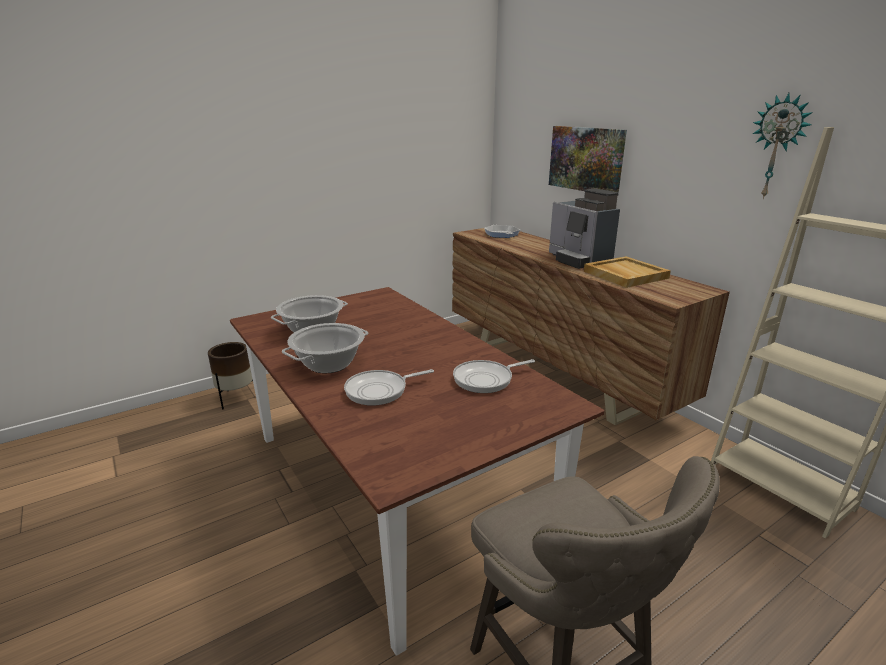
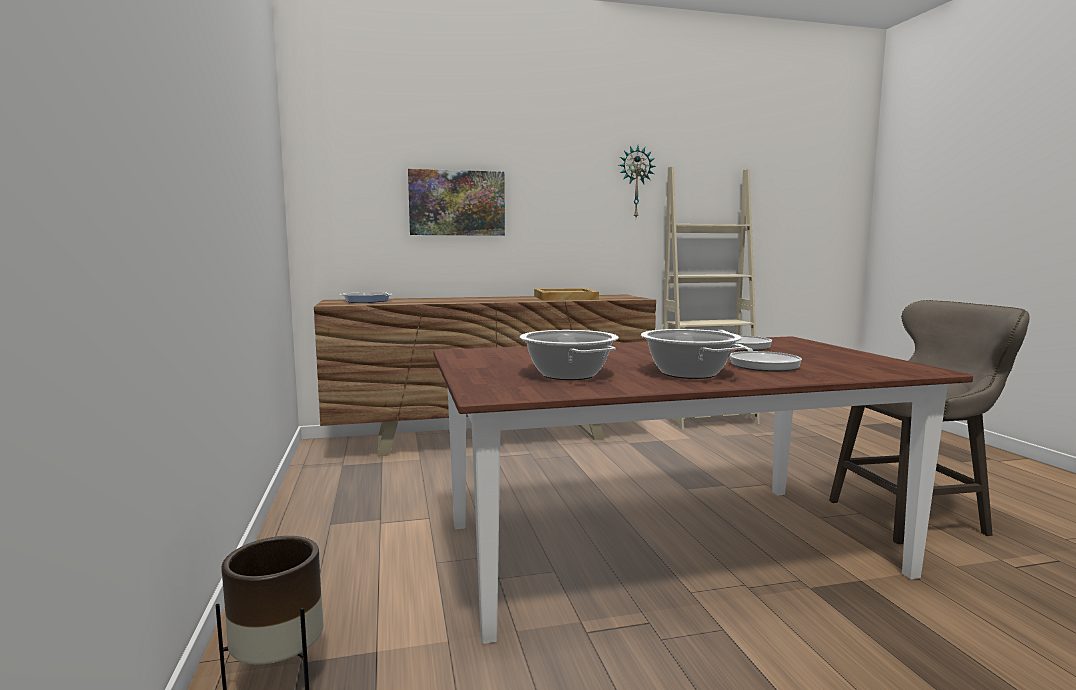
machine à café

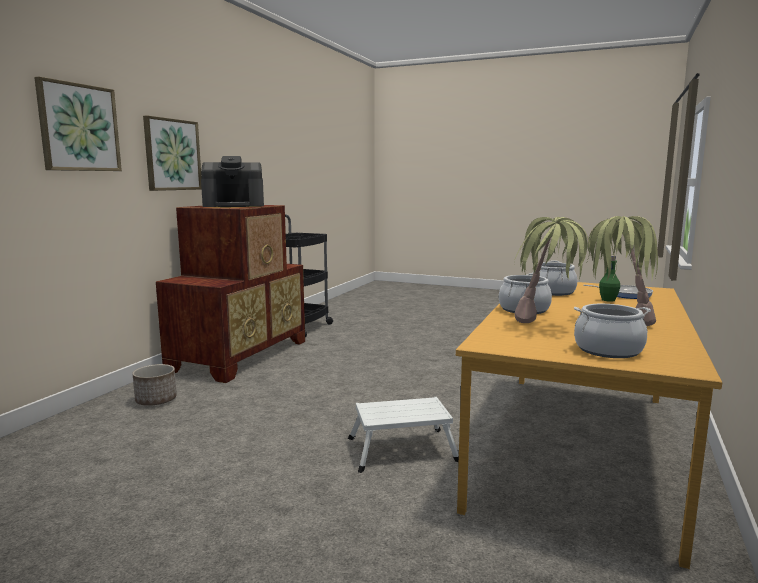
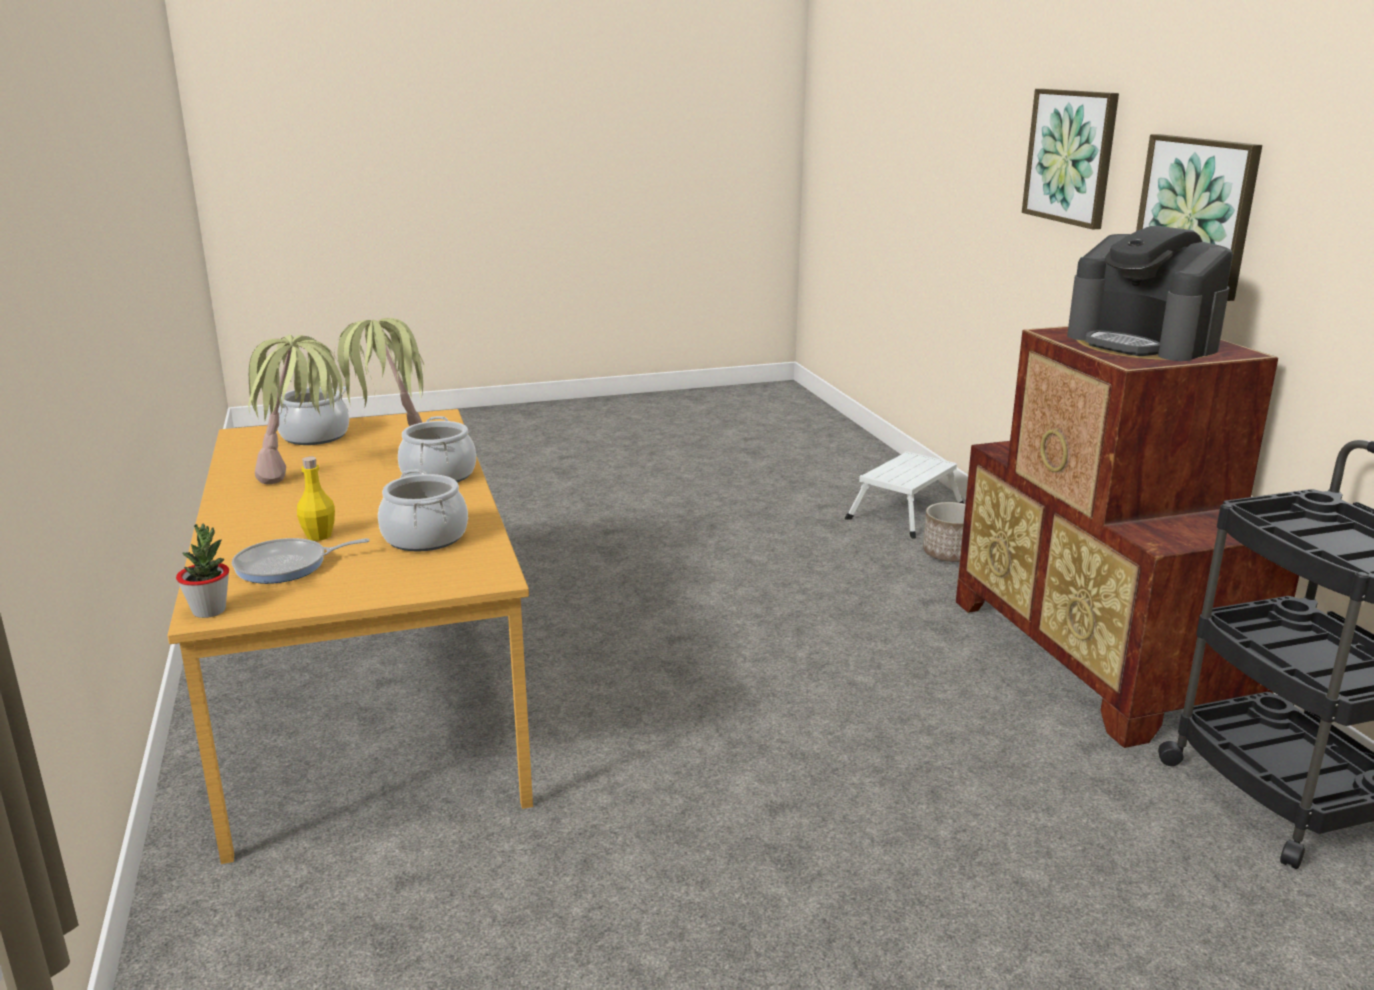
machine à café
bouteille/jaune
escabeau/blanc
plante en pot (1st from left)

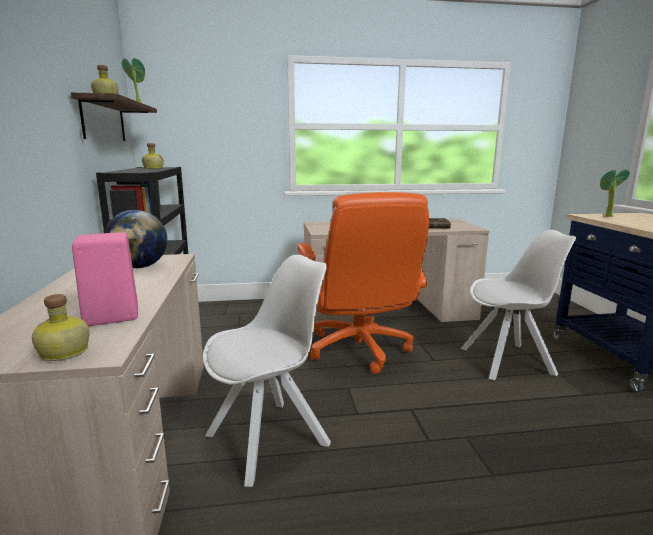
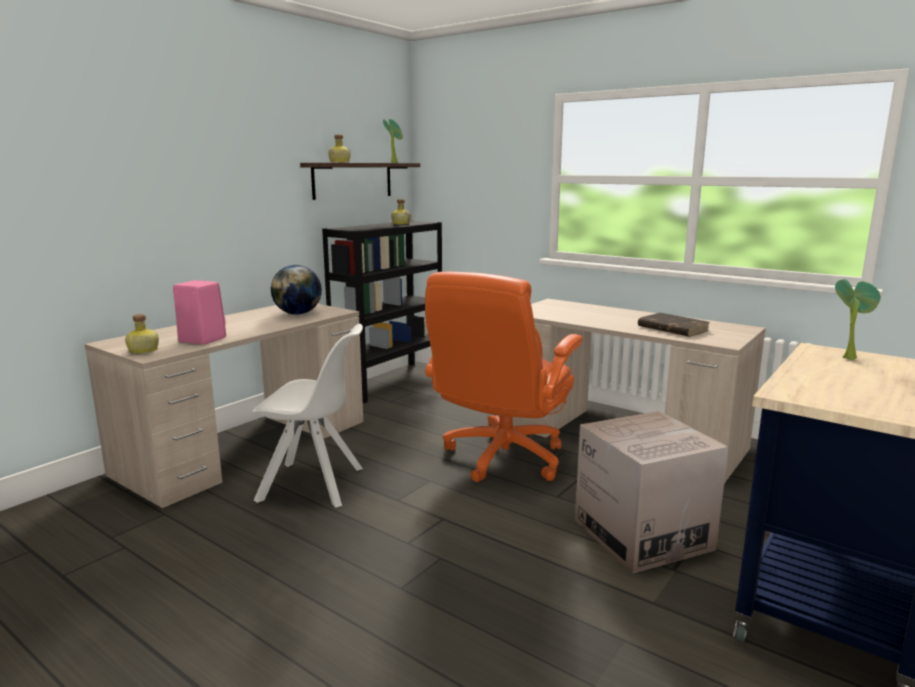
carton

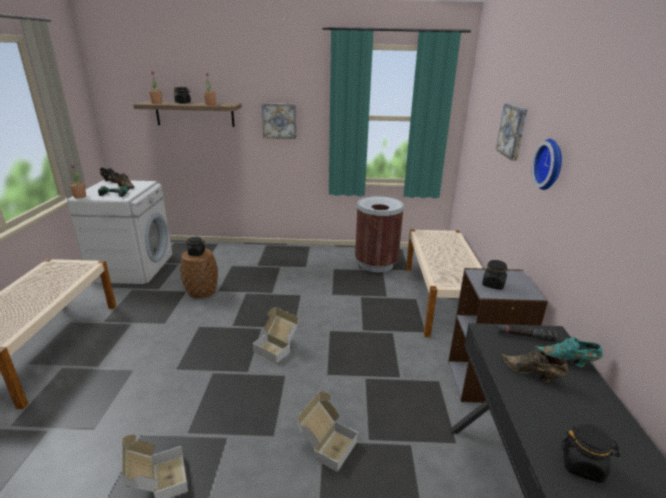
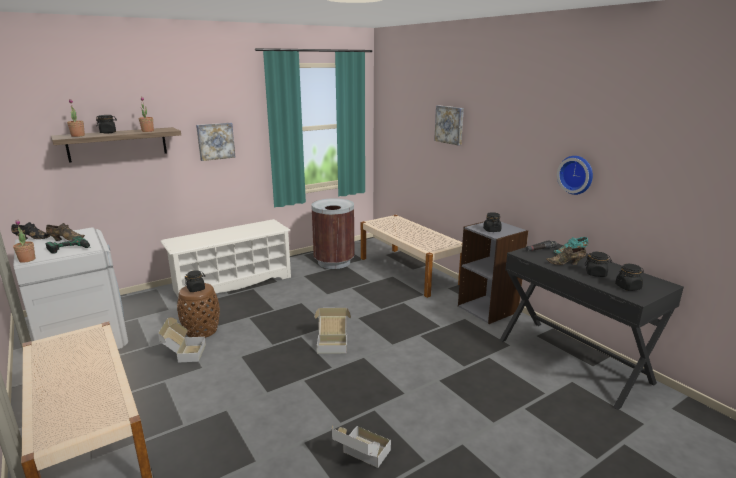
horloge murale
carton (1st from left)
étagère à chaussures/blanc
bocal/noir (4th from left)

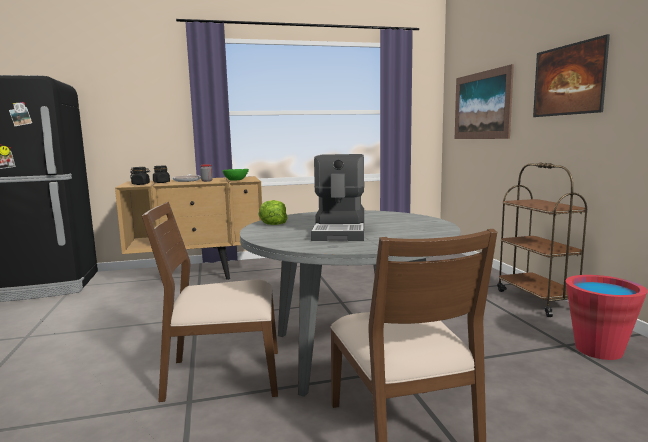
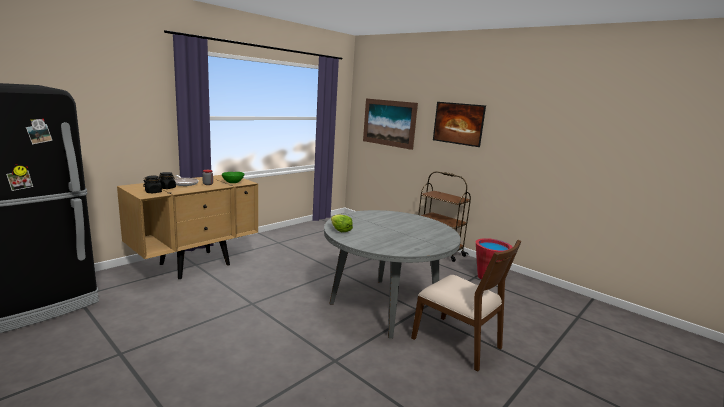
machine à café
chaise/marron (1st from left in the first image)

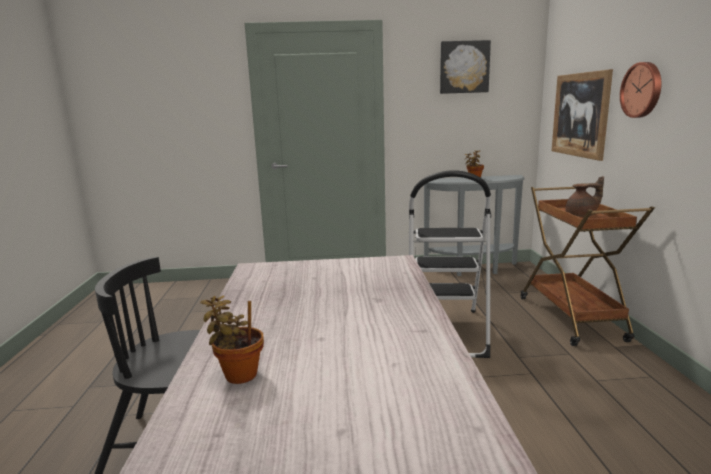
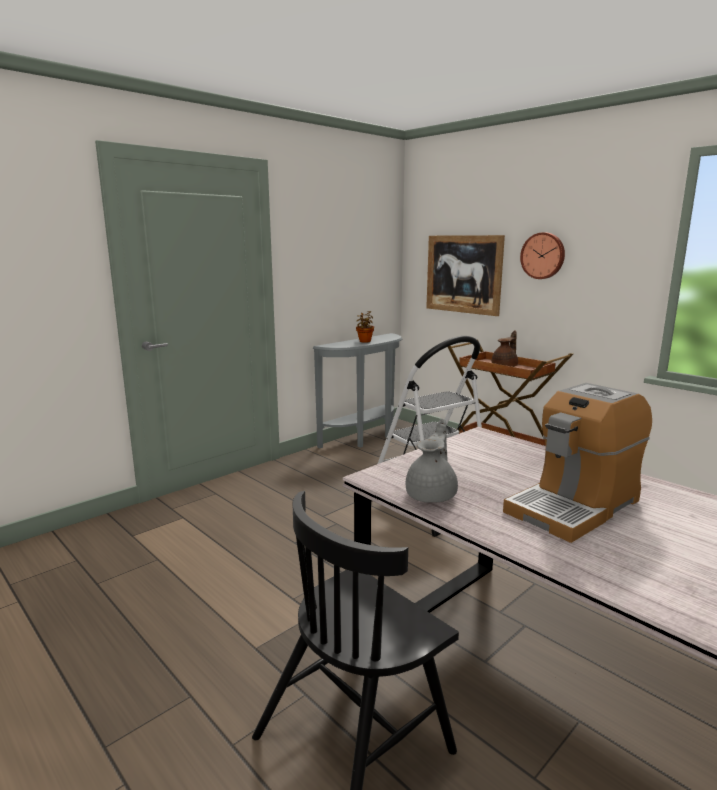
tableau (1st from left in the first image)
plante en pot (1st from left in the first image)
machine à café
théière/gris

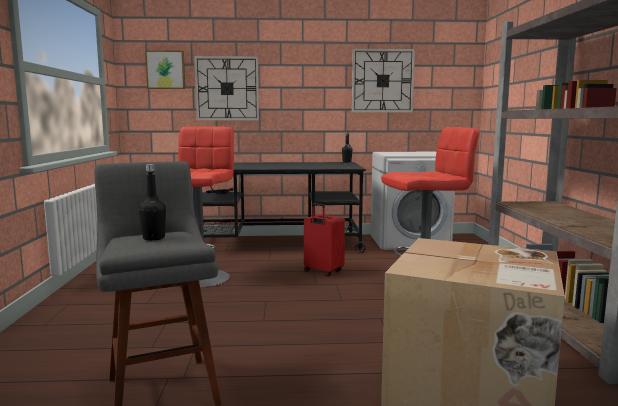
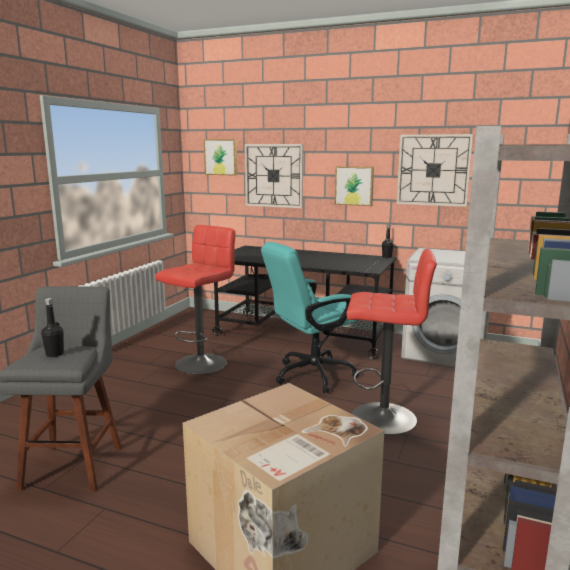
chaise de bureau/turquoise
tableau (2nd from left)

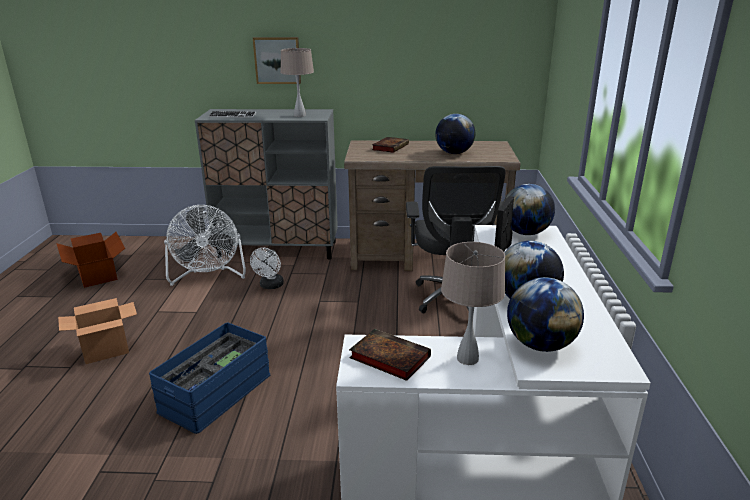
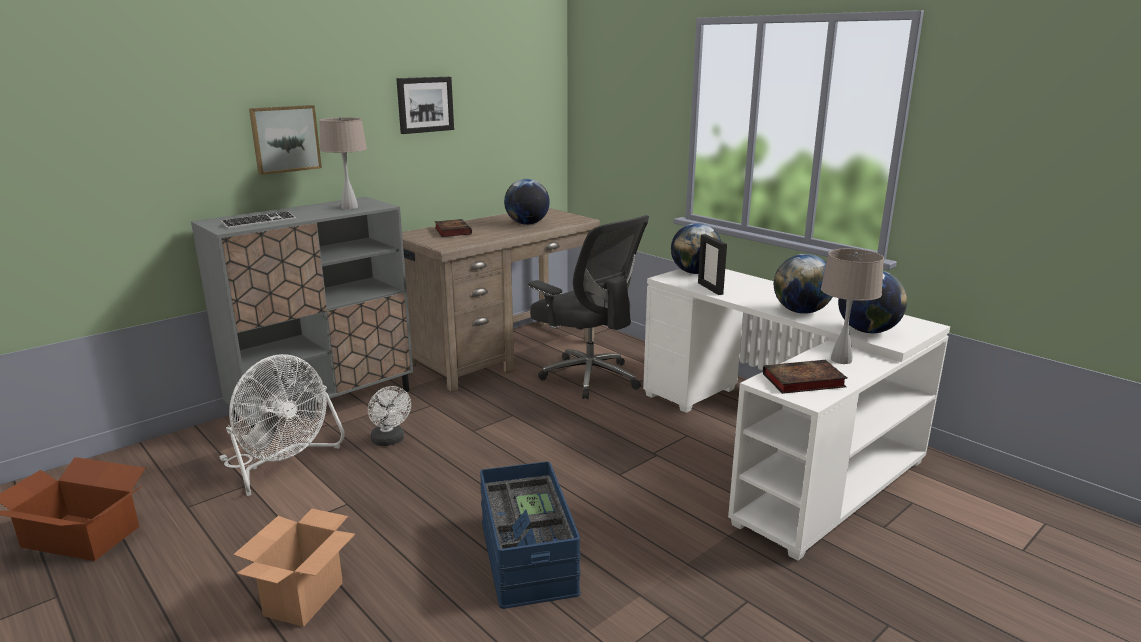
tableau (2nd from left)

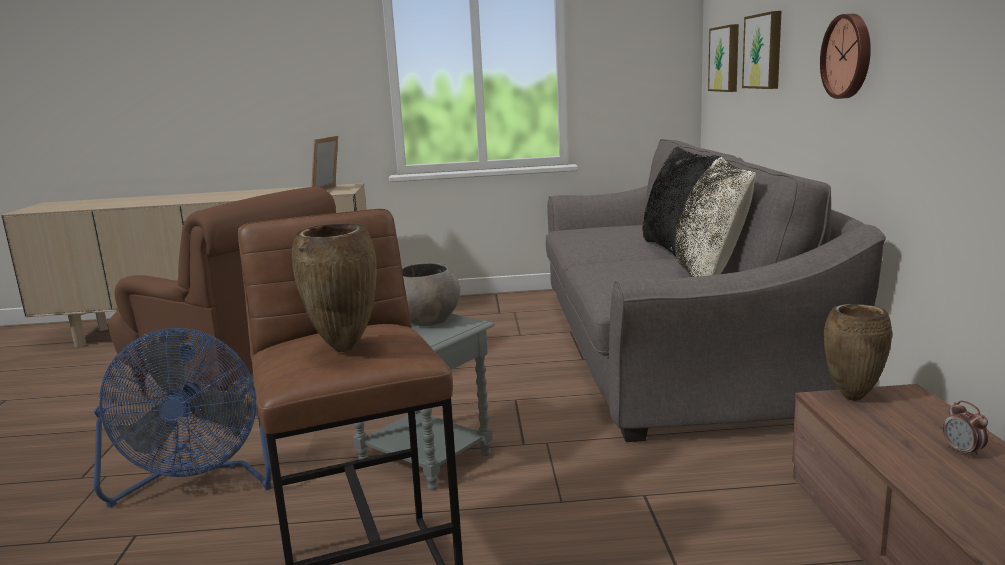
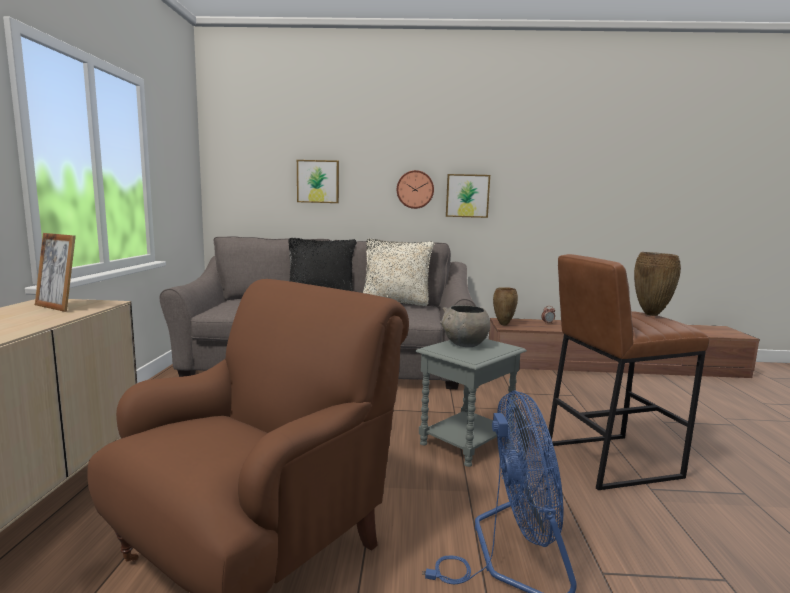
tableau (2nd from left)

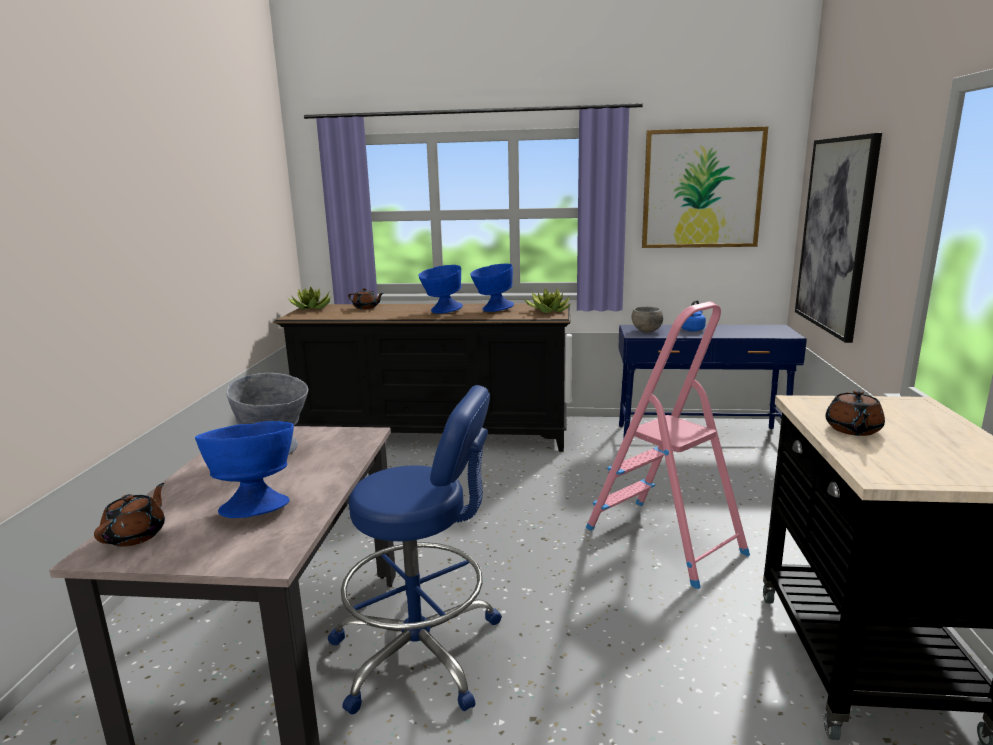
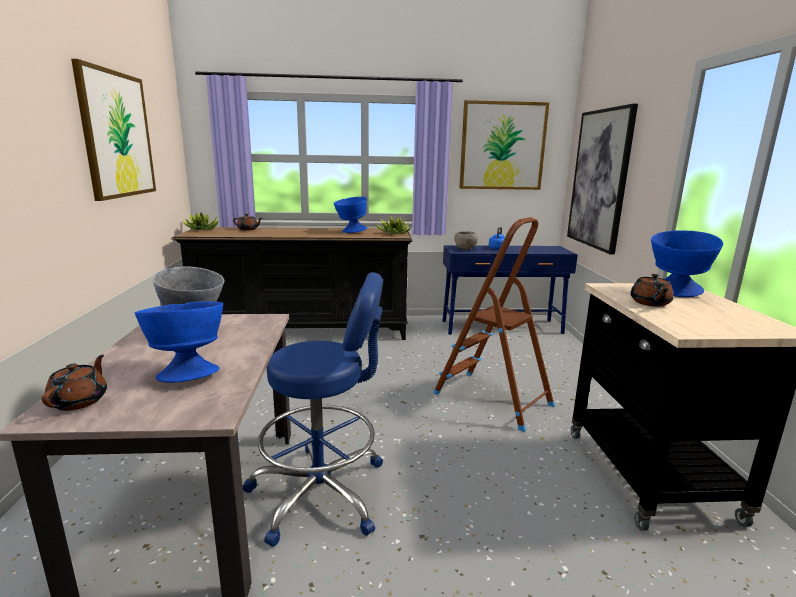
bol/bleu (3rd from left)
escabeau/marron
tableau (1st from left)

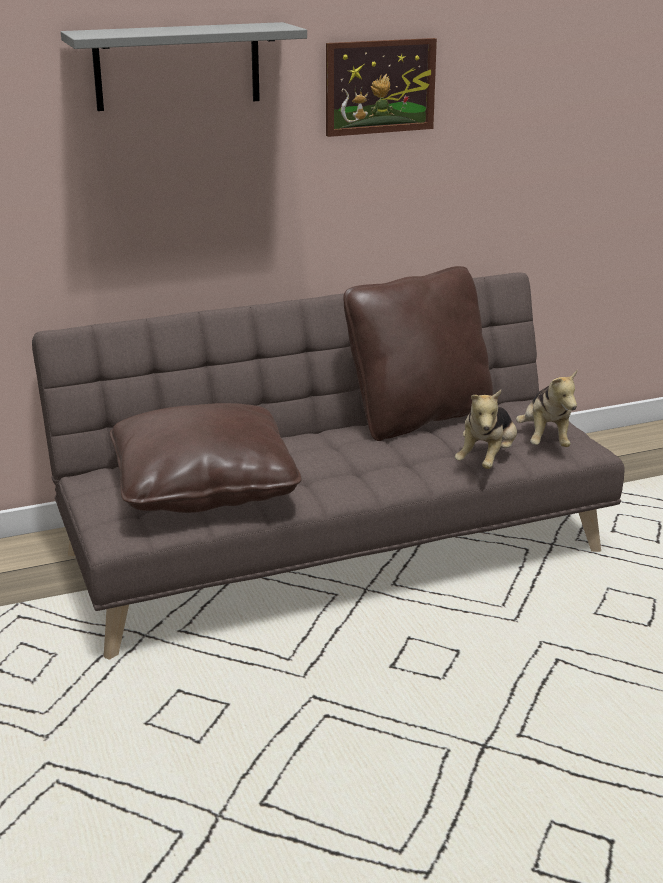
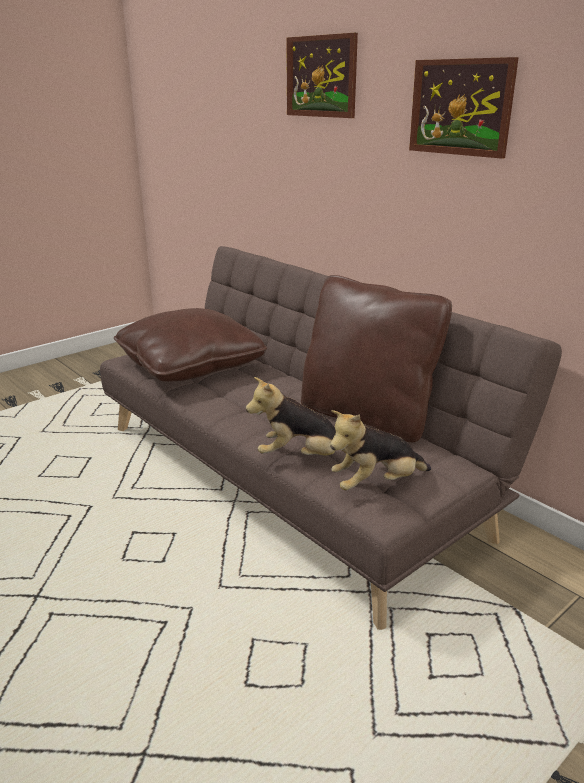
tableau (1st from left)

